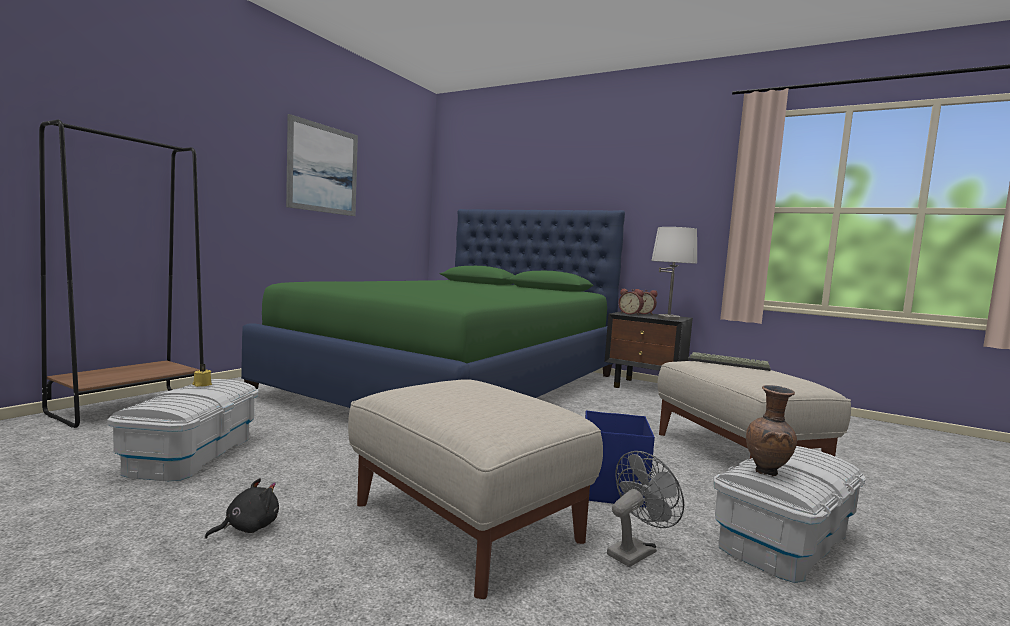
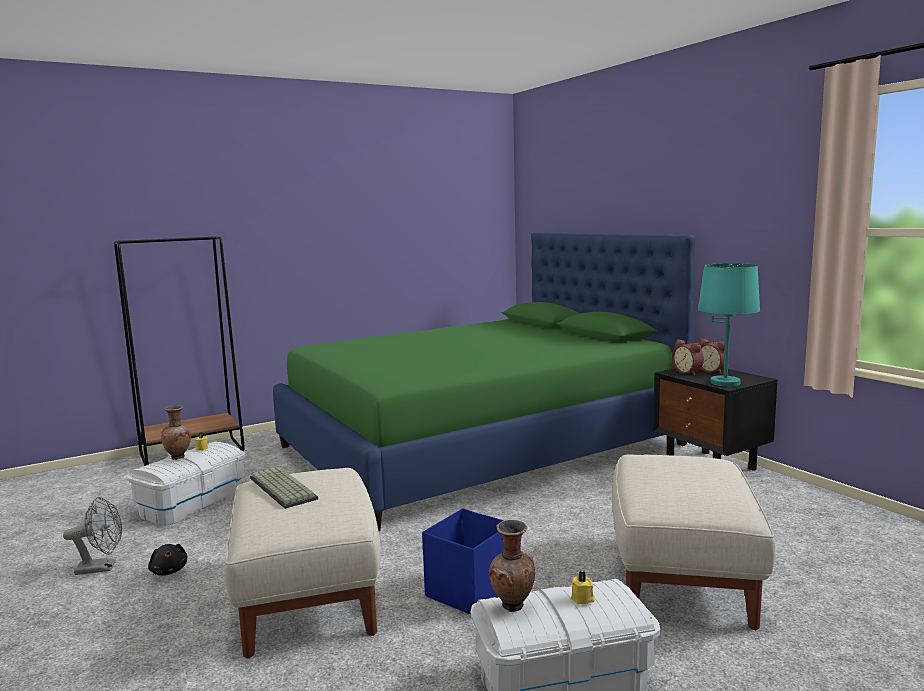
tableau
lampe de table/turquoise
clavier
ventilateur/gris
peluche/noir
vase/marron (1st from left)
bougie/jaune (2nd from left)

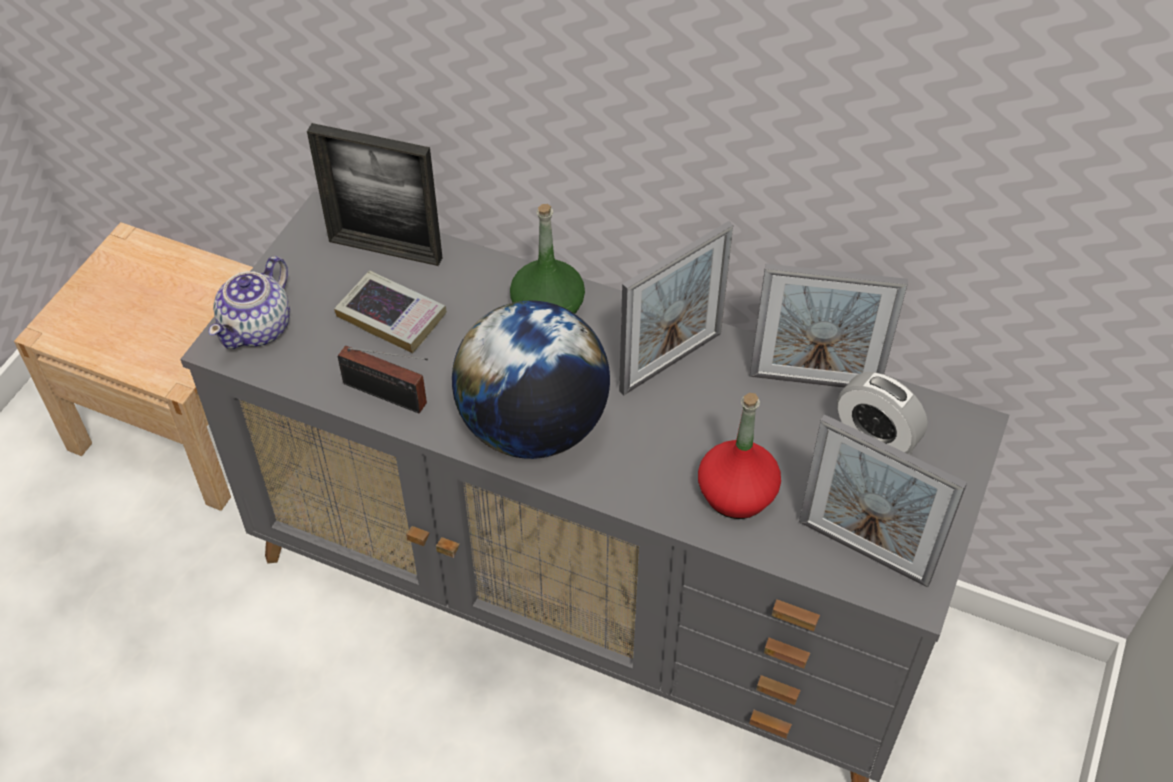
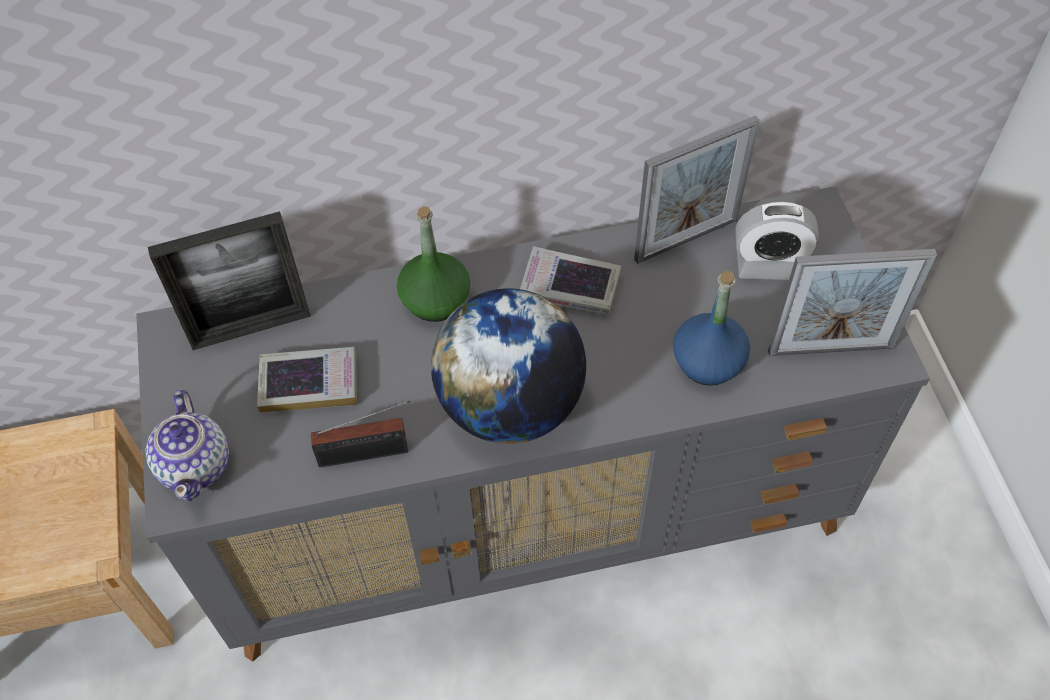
livre (2nd from left)
bouteille/bleu

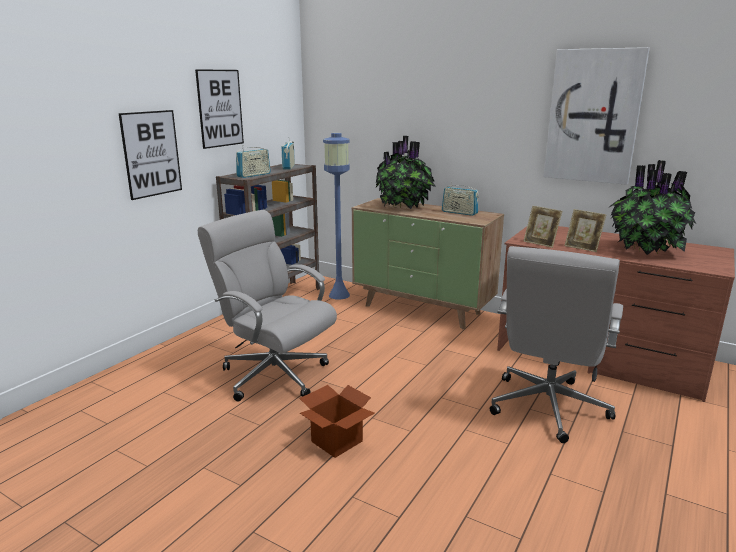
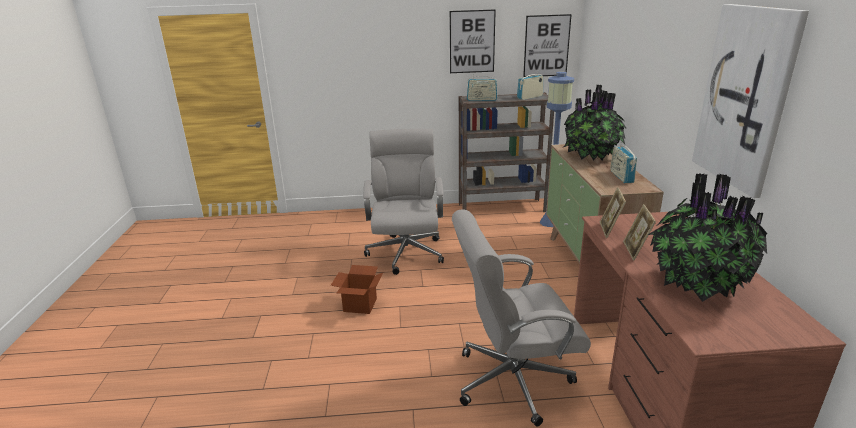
tableau (2nd from left)

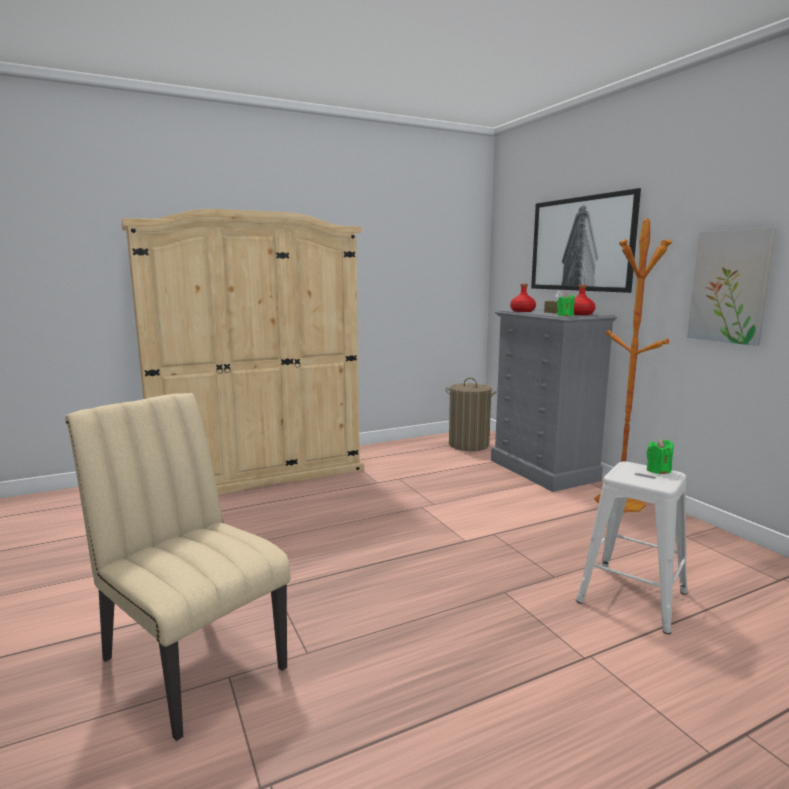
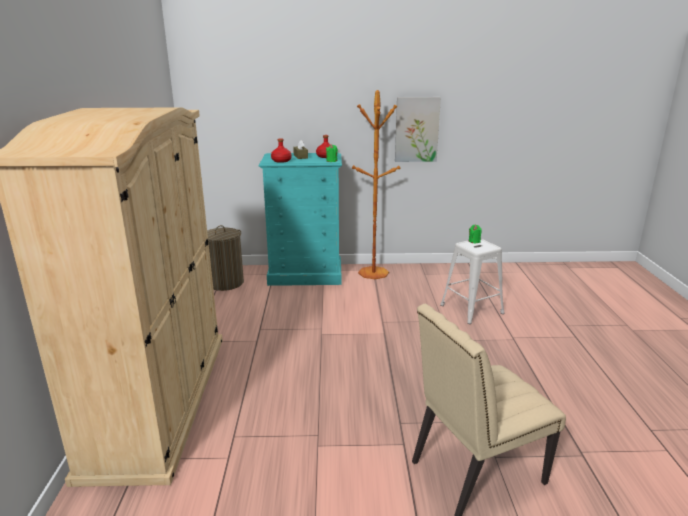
tableau (1st from left in the first image)
commode/turquoise

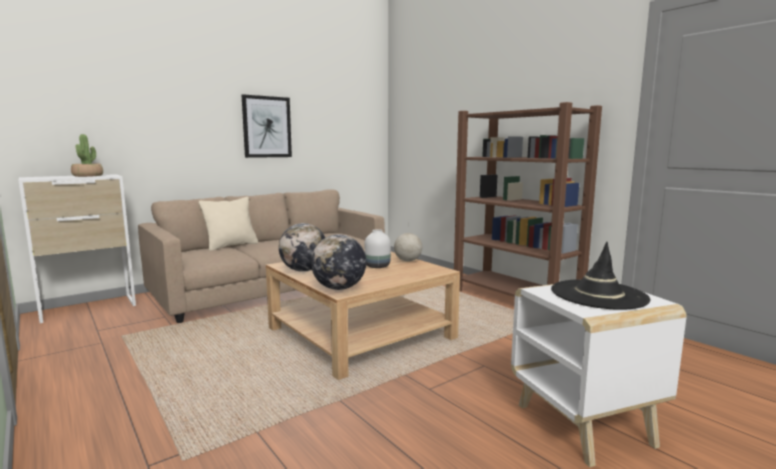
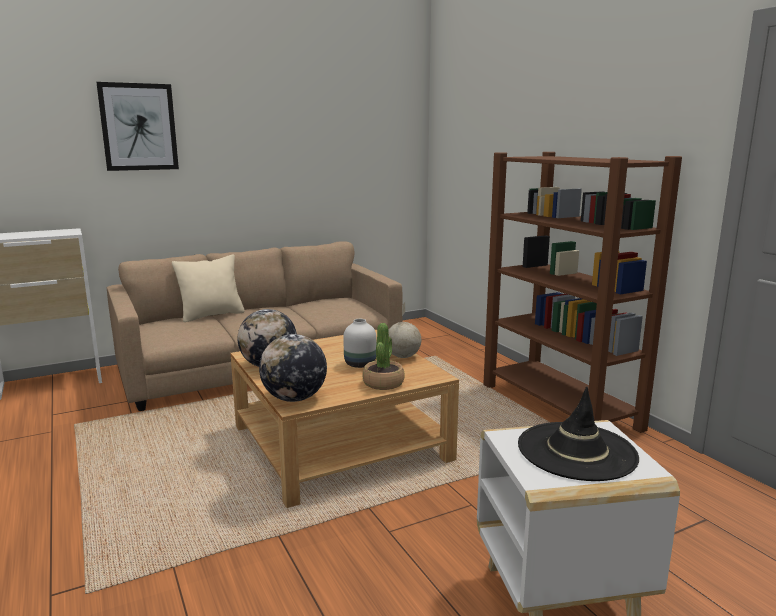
tableau
plante en pot

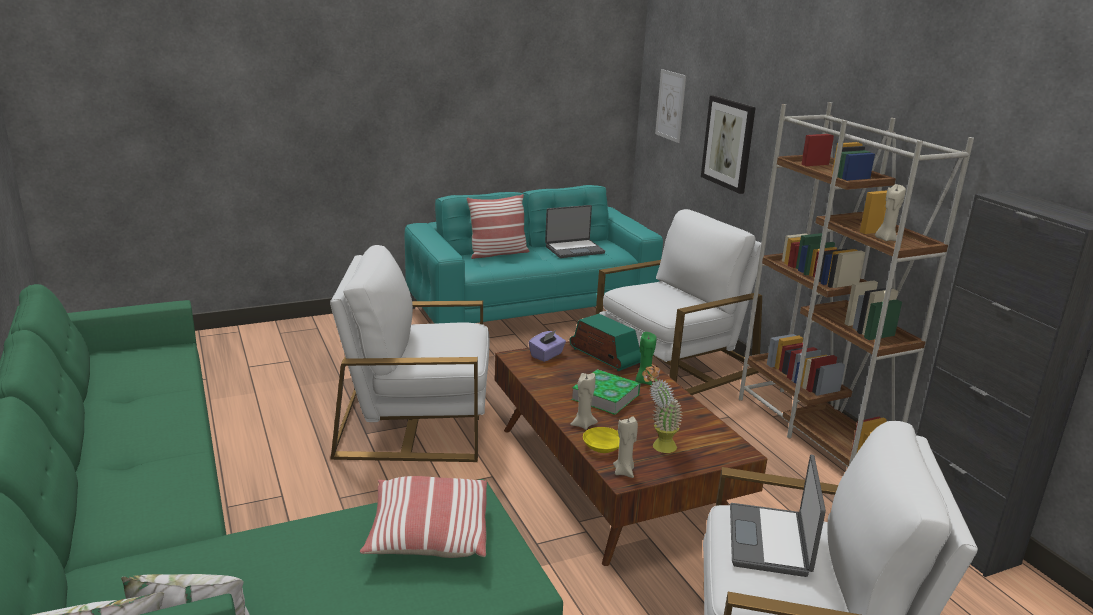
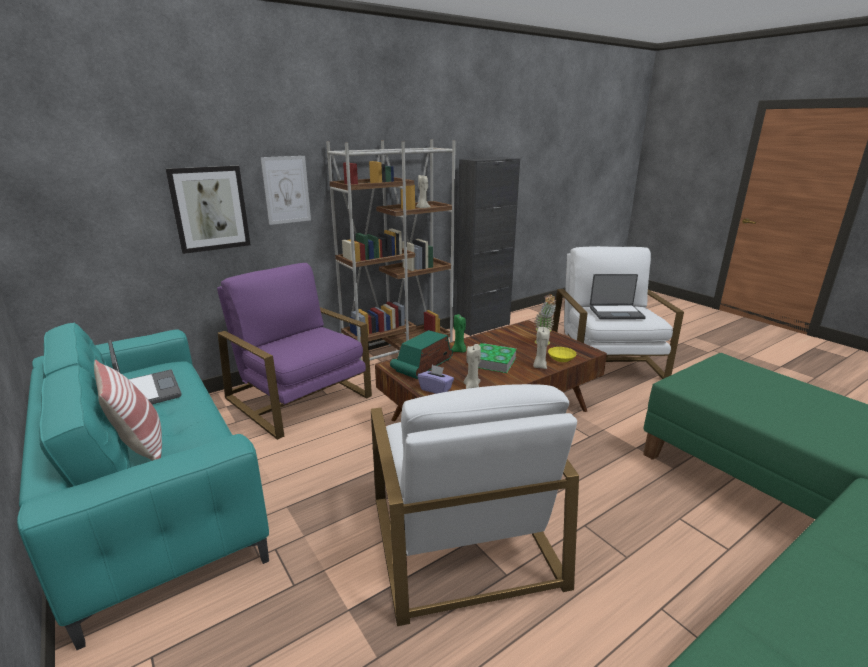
tableau (2nd from left)
fauteuil/violet
bougie/beige (2nd from left)
coussin (1st from left in the first image)

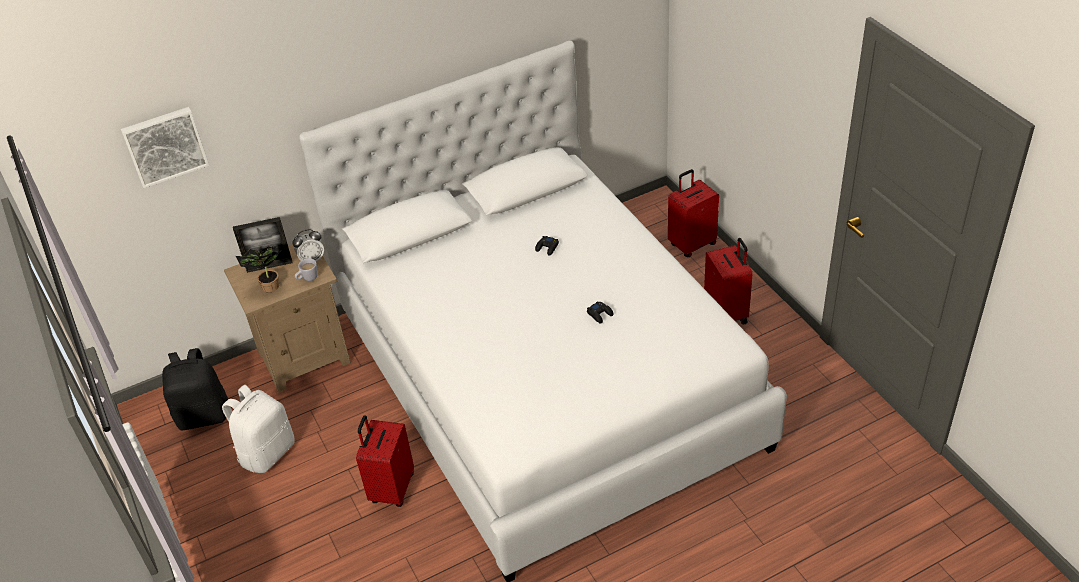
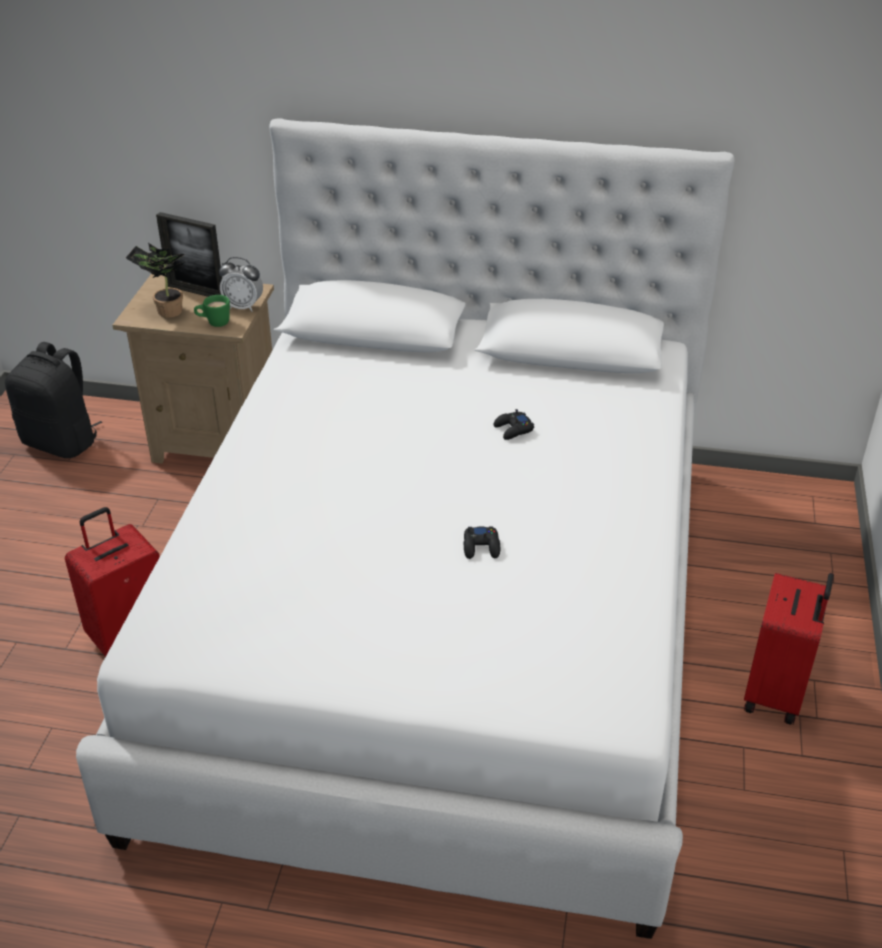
tableau
valise/rouge (2nd from left in the first image)
mug/vert
sac à dos/blanc

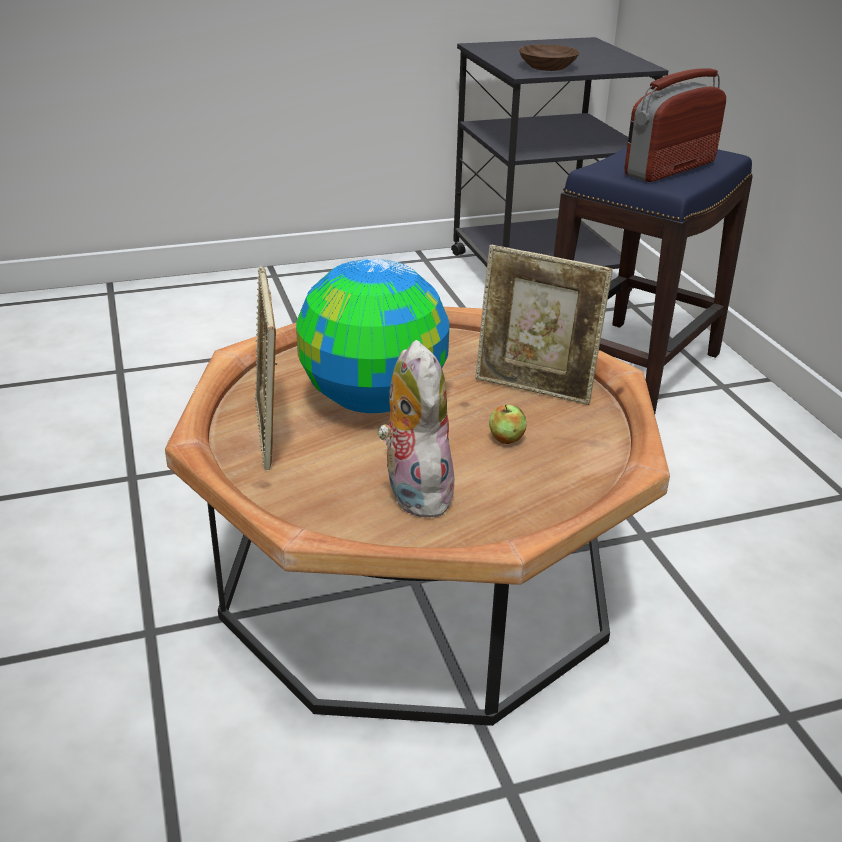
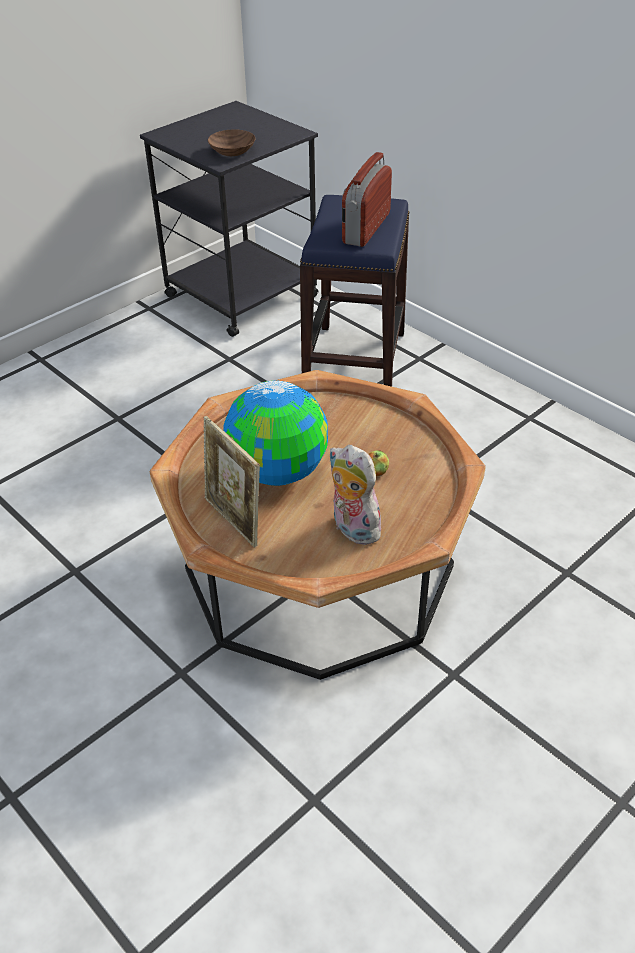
cadre photo (2nd from left in the first image)

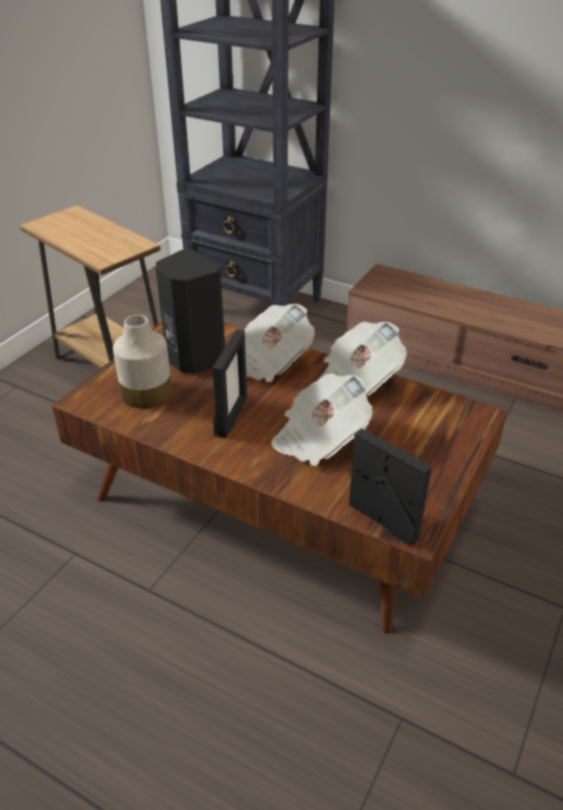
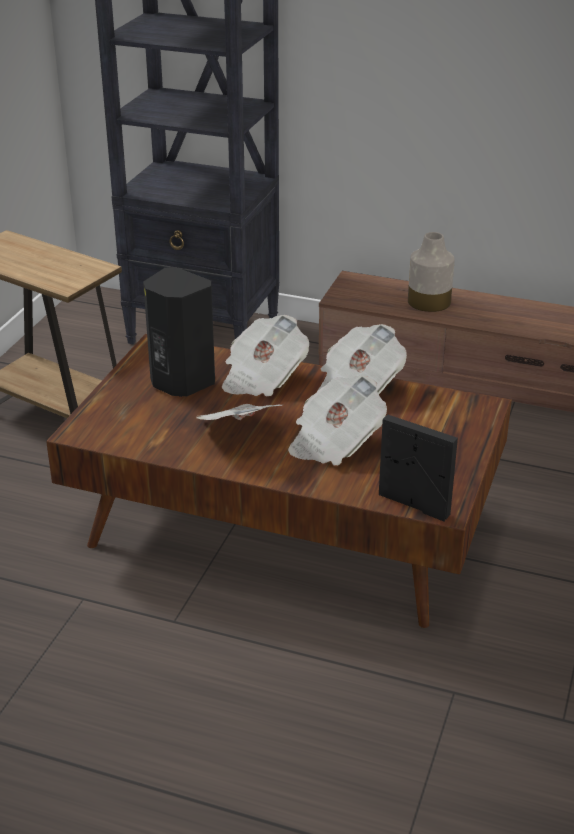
vase/beige
journal (1st from left)

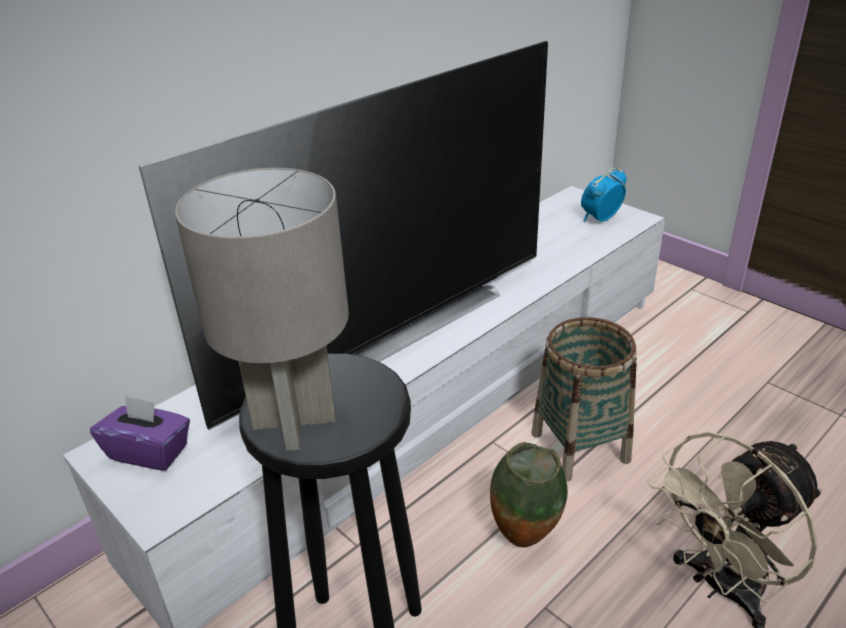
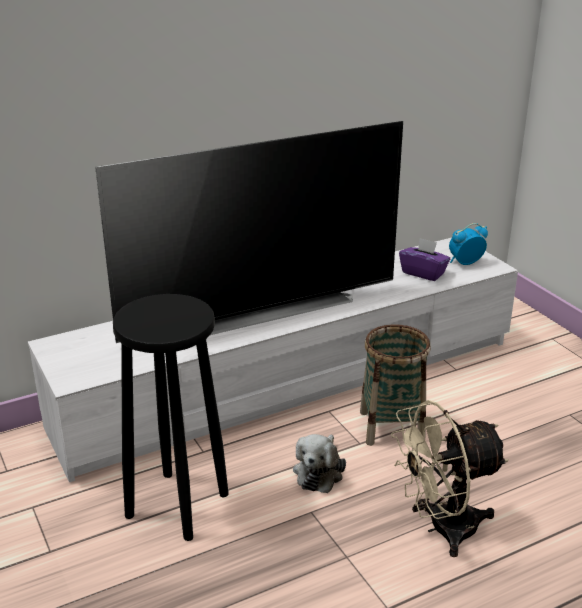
lampe de table/gris
boîte à mouchoirs/violet
peluche

